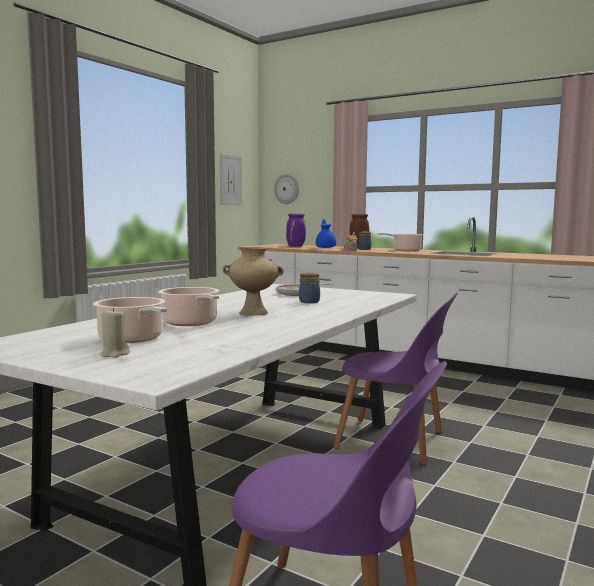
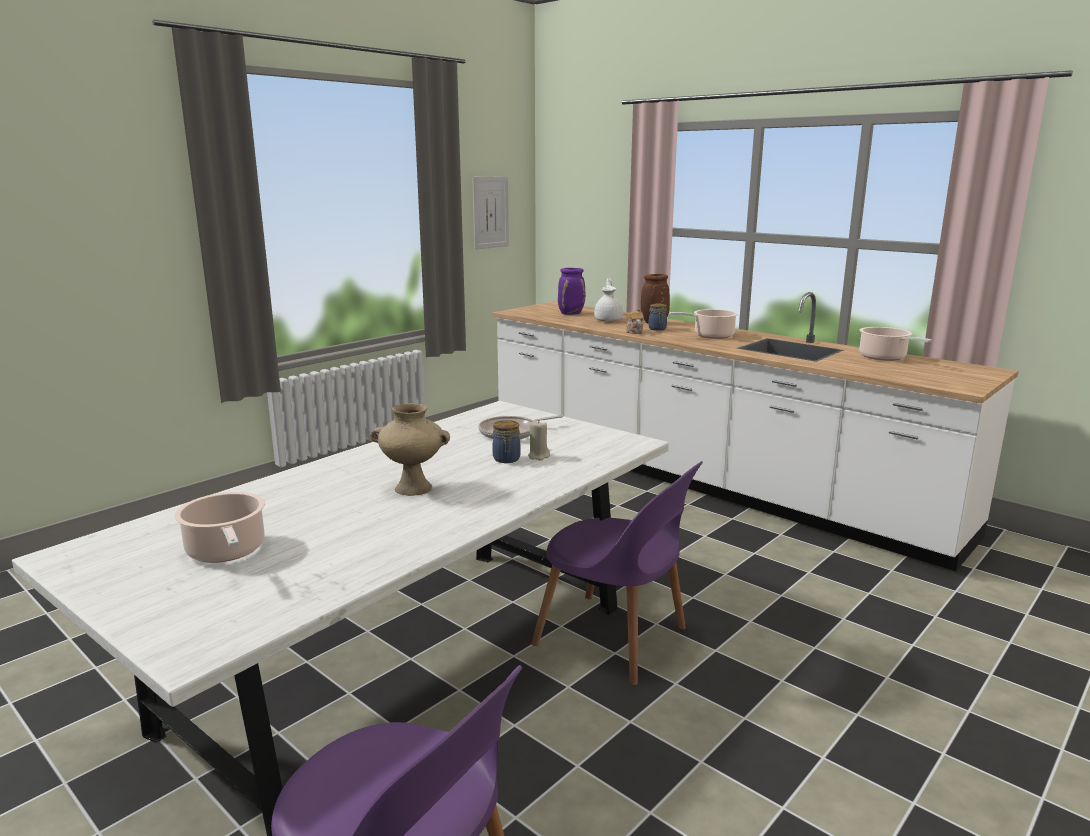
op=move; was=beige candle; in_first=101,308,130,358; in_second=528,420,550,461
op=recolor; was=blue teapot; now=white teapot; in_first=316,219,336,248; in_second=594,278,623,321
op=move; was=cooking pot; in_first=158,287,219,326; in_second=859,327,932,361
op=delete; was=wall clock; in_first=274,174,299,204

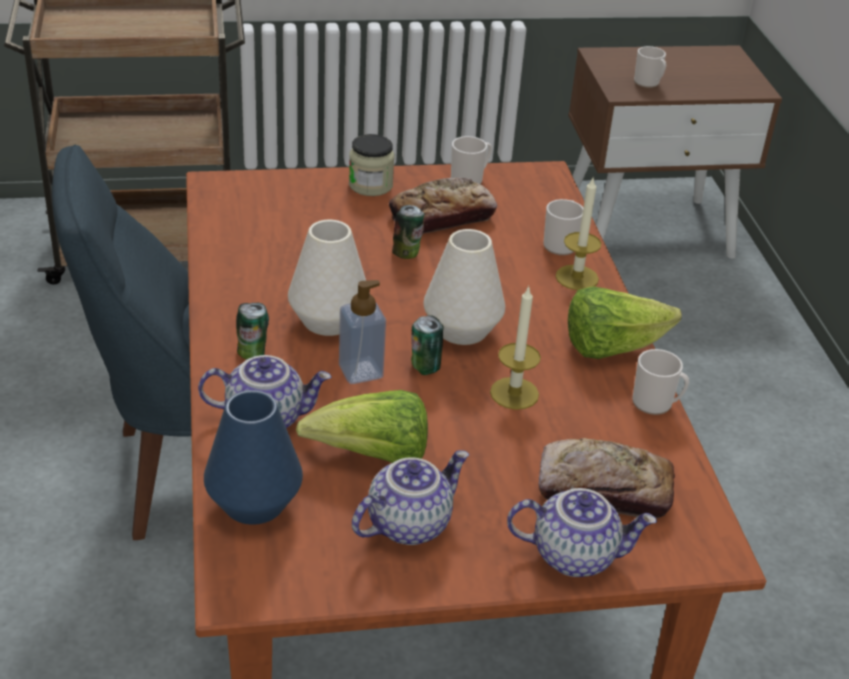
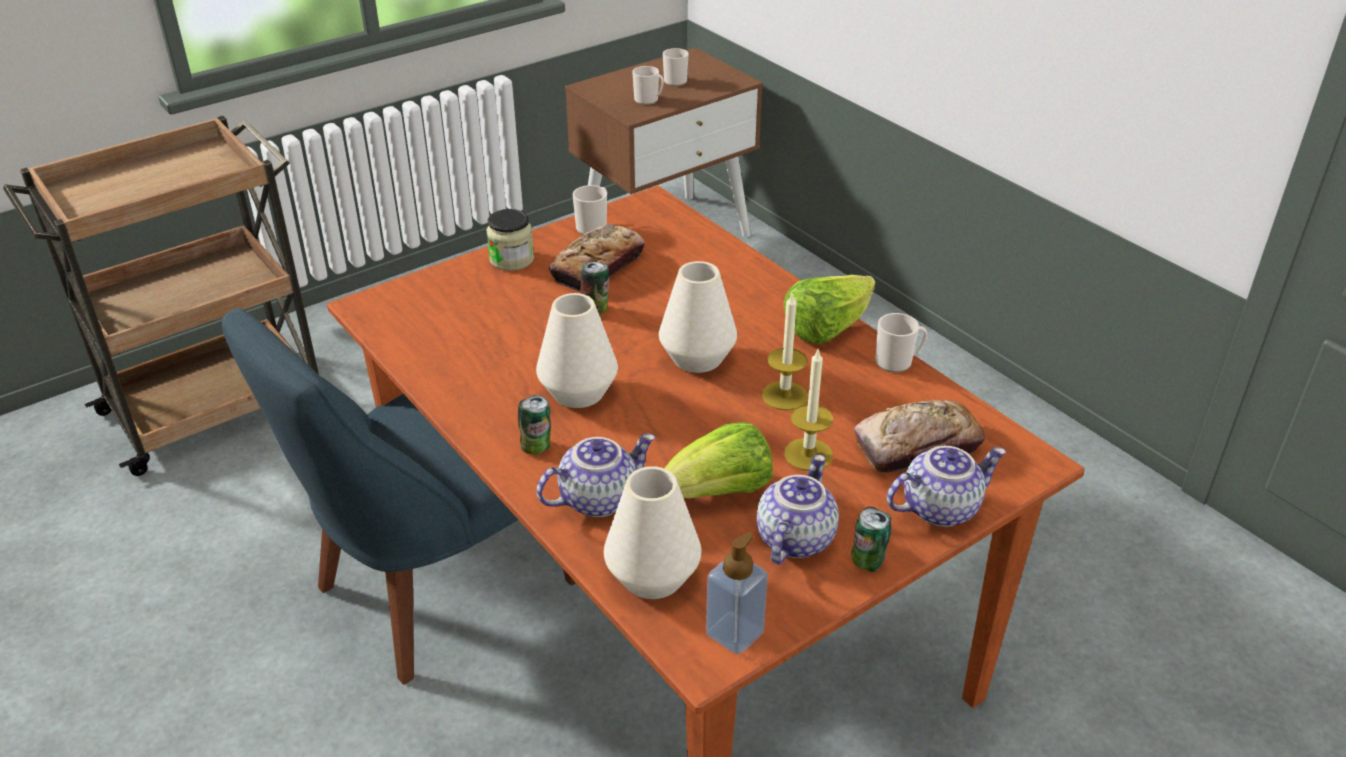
op=recolor; was=blue vase; now=white vase; in_first=204,390,303,525; in_second=604,466,701,599
op=move; was=mug; in_first=543,199,583,255; in_second=663,48,689,86
op=move; was=soap dispenser; in_first=339,280,386,384; in_second=706,532,768,655
op=move; was=candle; in_first=556,176,602,290; in_second=784,348,833,471
op=move; was=can; in_first=411,315,444,375; in_second=851,507,891,572

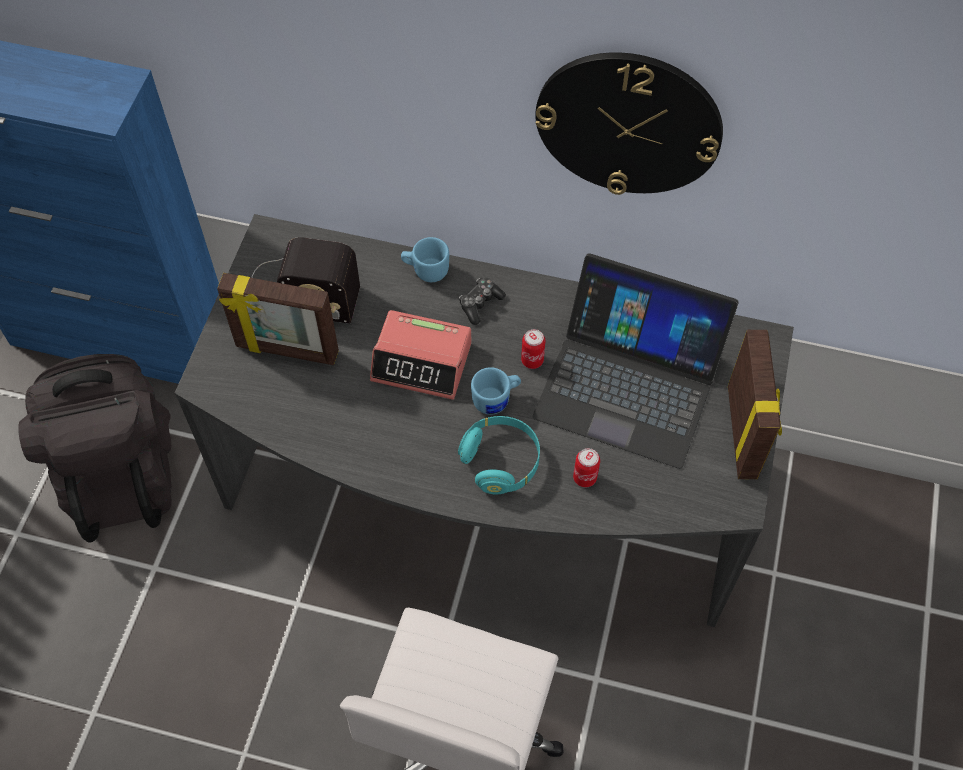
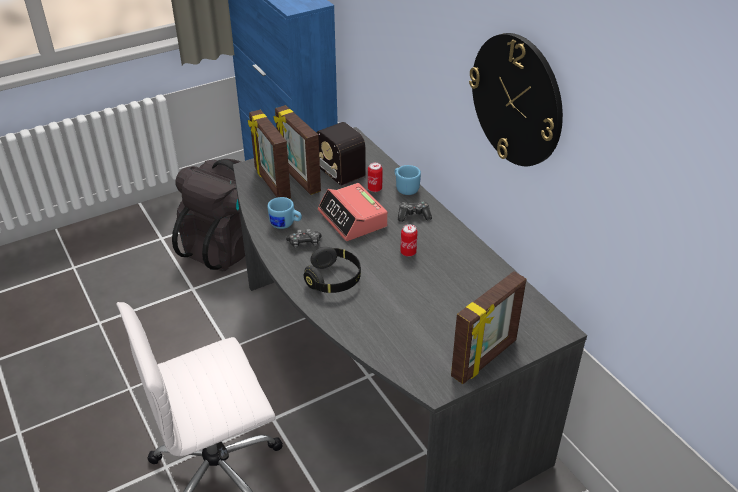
op=insert; now=picture frame; in_second=248,110,291,199
op=move; was=blue mug; in_first=471,367,521,415; in_second=267,197,302,229
op=insert; now=game controller; in_second=286,229,322,248
op=recolor; was=turquoise headphones; now=black headphones; in_first=458,416,540,494; in_second=304,247,361,293
op=move; was=can; in_first=573,448,600,487; in_second=368,162,383,192
op=delete; was=laptop; in_first=532,253,739,469

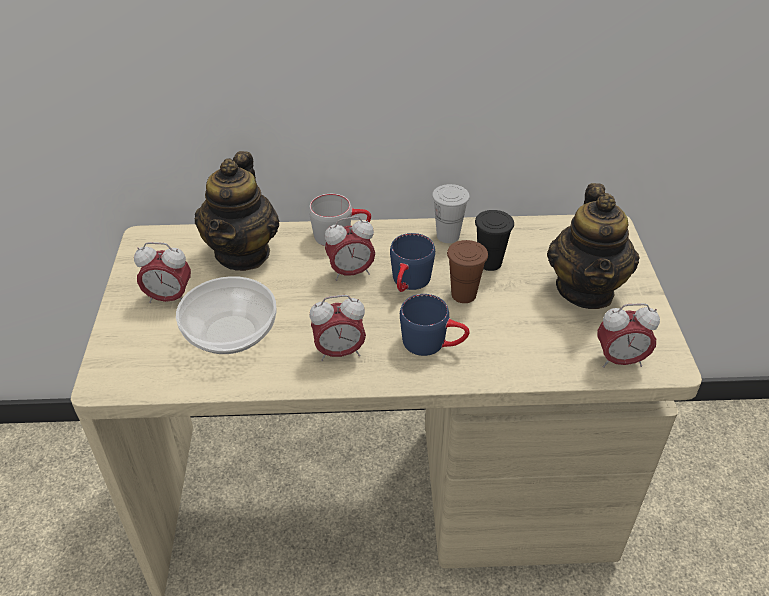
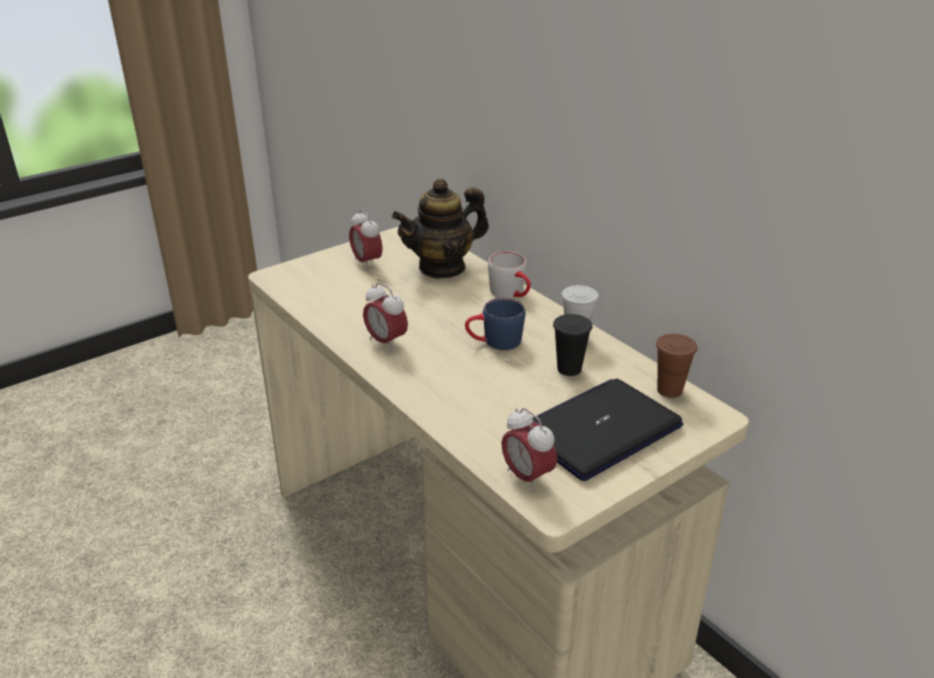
op=replace; was=teapot; now=laptop; in_first=547,183,640,309; in_second=532,378,683,481
op=move; was=brown cup; in_first=447,240,488,303; in_second=656,334,697,398
op=delete; was=bowl; in_first=176,276,277,354
op=delete; was=alarm clock; in_first=325,216,375,281
op=delete; was=blue mug; in_first=400,294,469,356

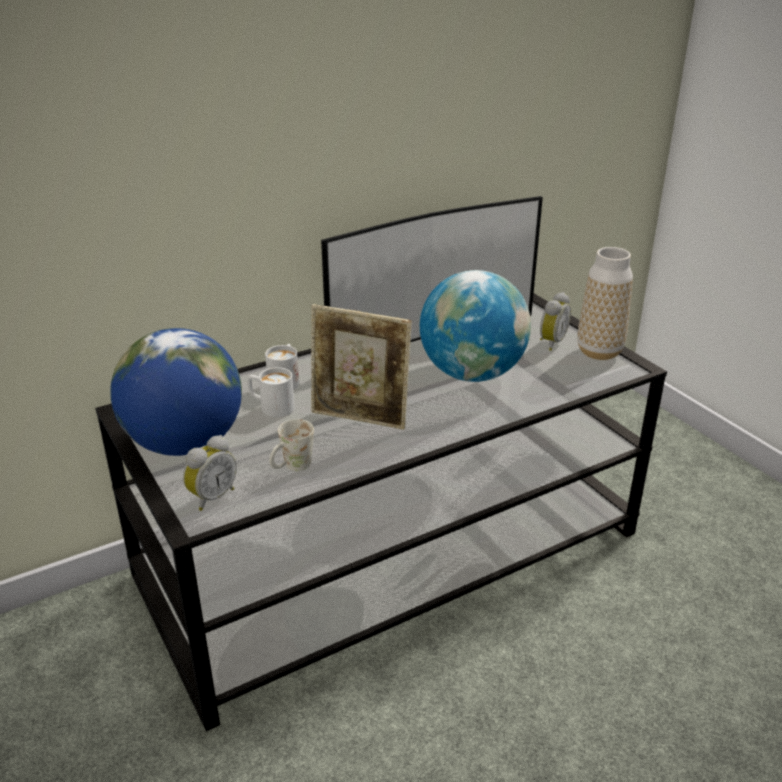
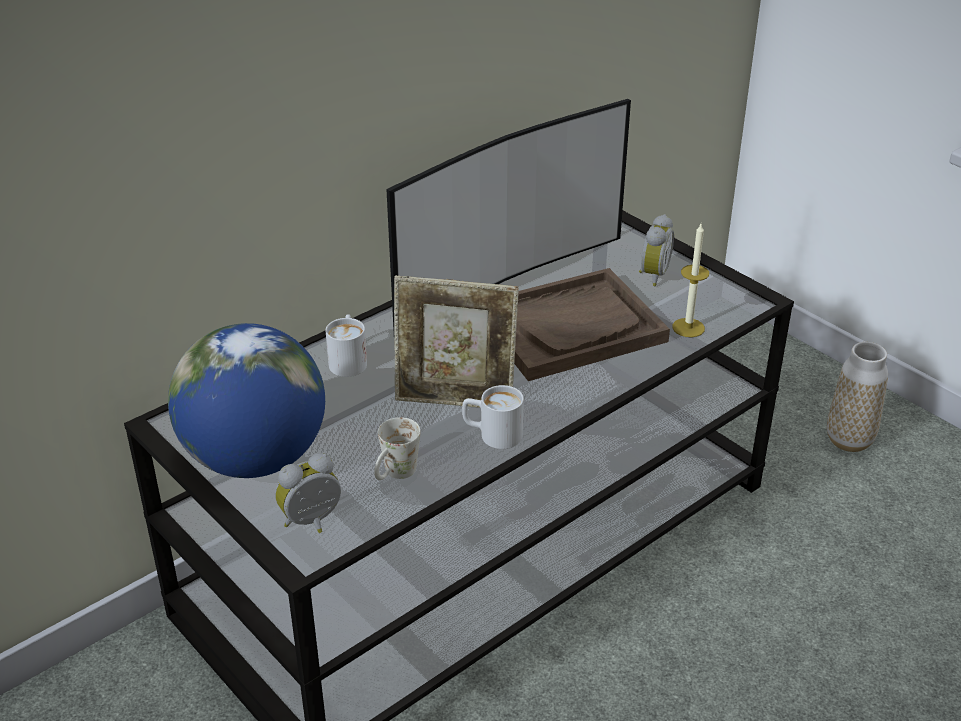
op=rotate; was=alarm clock; in_first=183,435,237,511; in_second=275,453,341,533; clockwise=-150
op=move; was=white mug; in_first=248,367,294,417; in_second=462,385,524,449
op=replace; was=globe; now=brown tray; in_first=420,270,531,382; in_second=514,268,670,381
op=insert; now=candle; in_second=672,224,709,337
op=move; was=vase; in_first=577,247,633,360; in_second=827,342,888,452

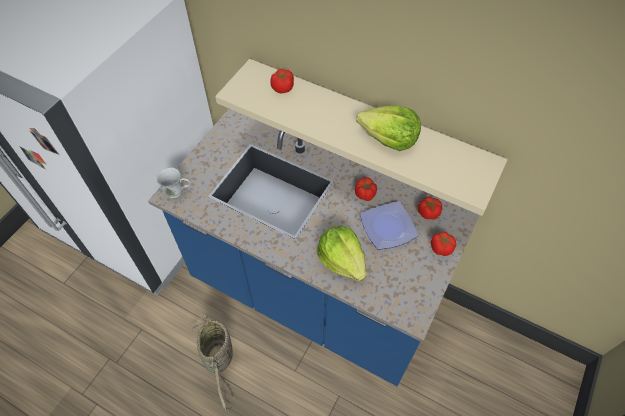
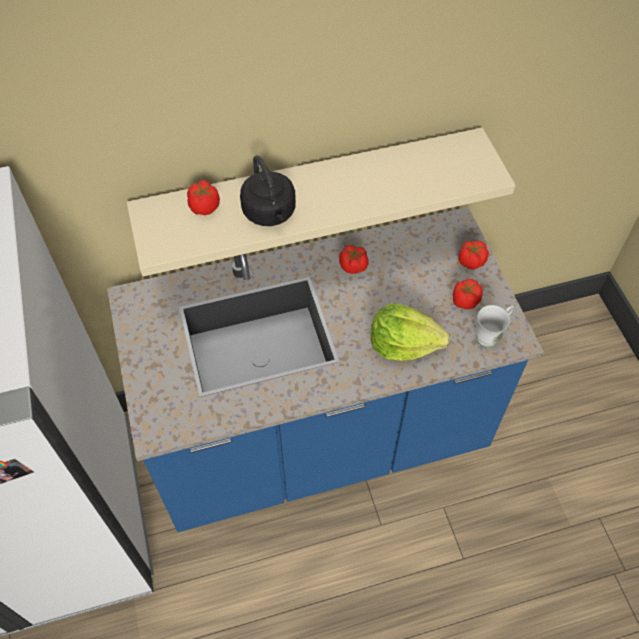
op=insert; now=black kettle; in_second=240,155,296,226
op=move; was=tomato; in_first=418,197,442,219; in_second=453,279,483,309
op=move; was=white mug; in_first=156,167,190,199; in_second=476,305,514,348
op=delete; was=basket; in_first=190,314,234,411
op=delete; was=lettuce; in_first=356,106,421,151
op=delete; was=plate; in_first=360,201,418,250

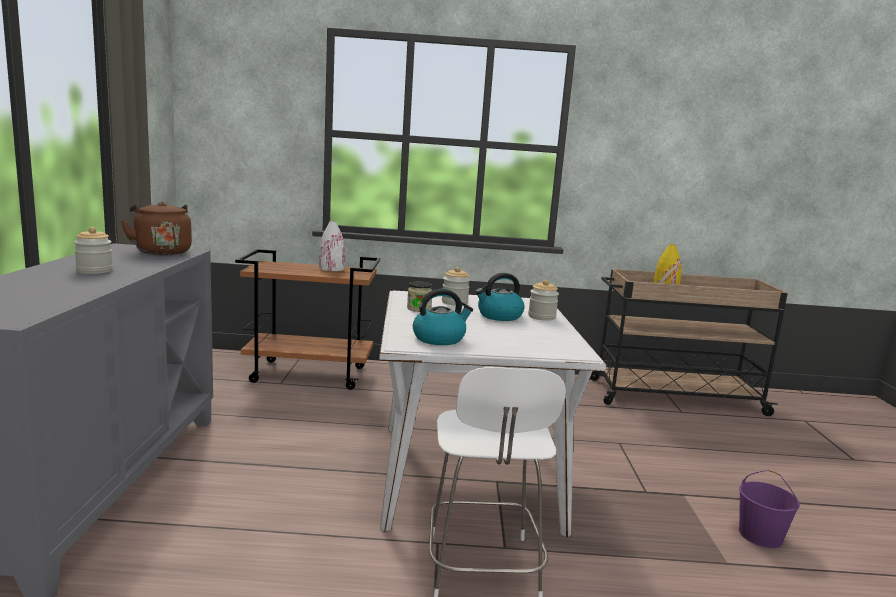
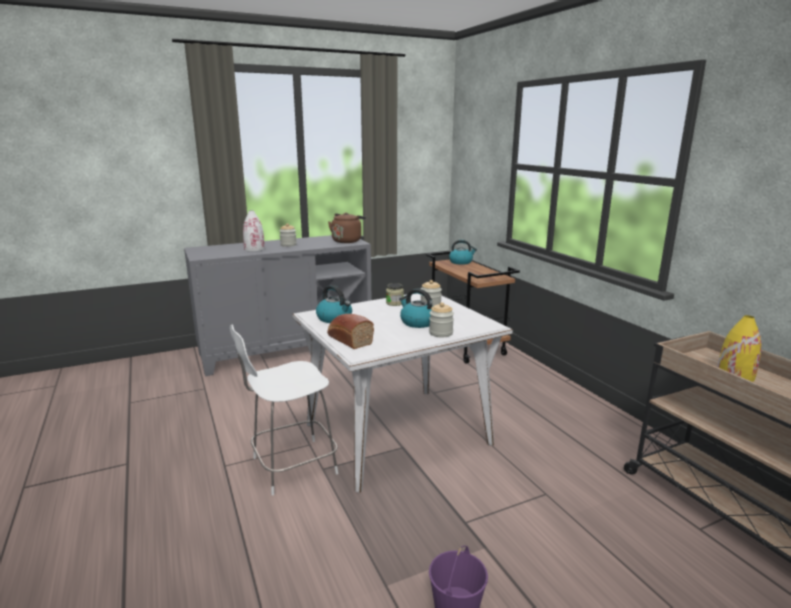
op=move; was=white vase; in_first=319,221,345,271; in_second=243,210,265,252
op=insert; now=bread; in_second=327,314,374,349
op=insert; now=kettle; in_second=449,240,477,265

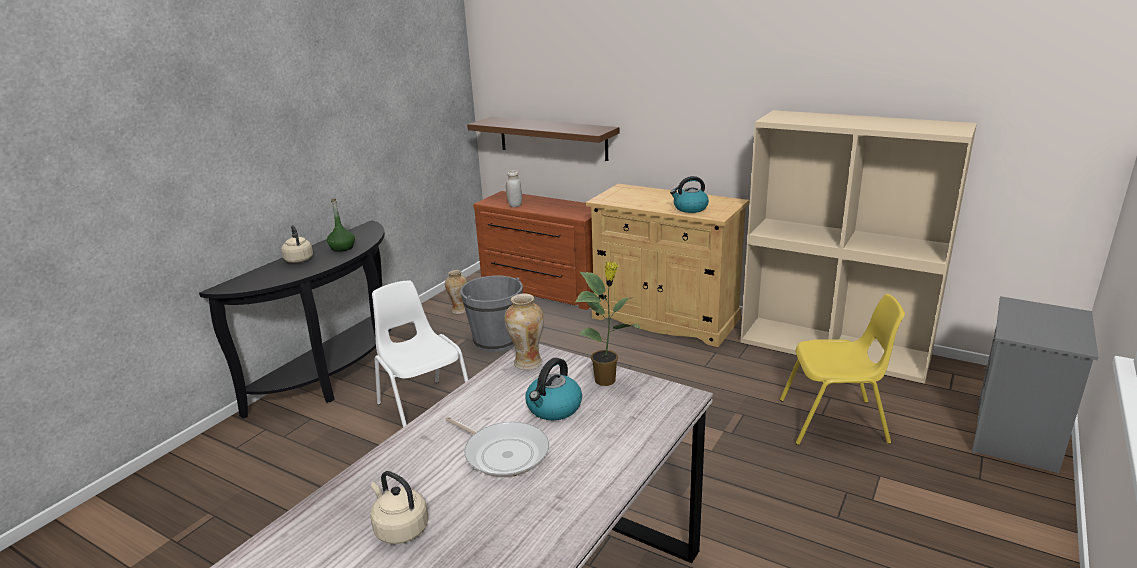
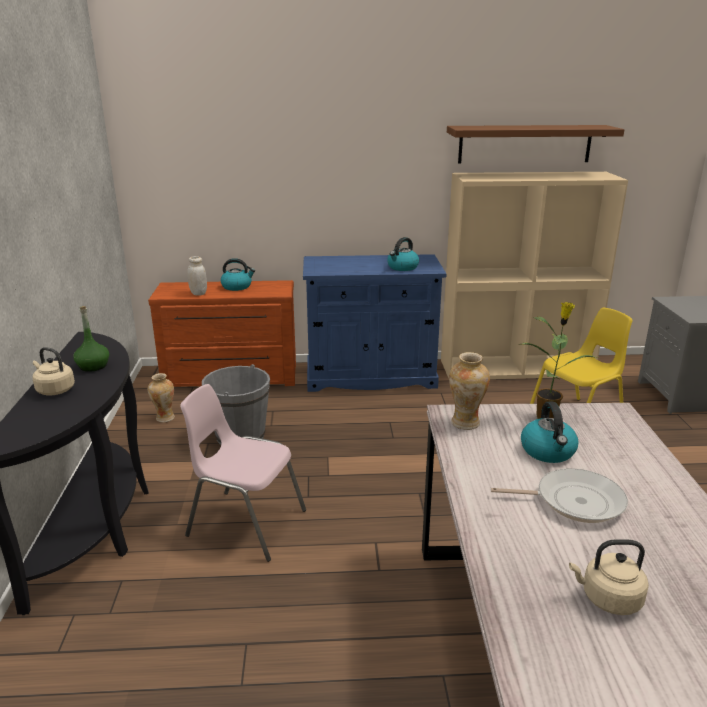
op=recolor; was=white chair; now=pink chair; in_first=372,280,468,427; in_second=180,384,306,562
op=insert; now=kettle; in_second=221,258,255,291
op=recolor; was=beige cabinet; now=blue cabinet; in_first=586,184,749,347; in_second=303,254,446,392
op=move; was=brown shelf; in_first=467,117,620,161; in_second=447,125,624,163

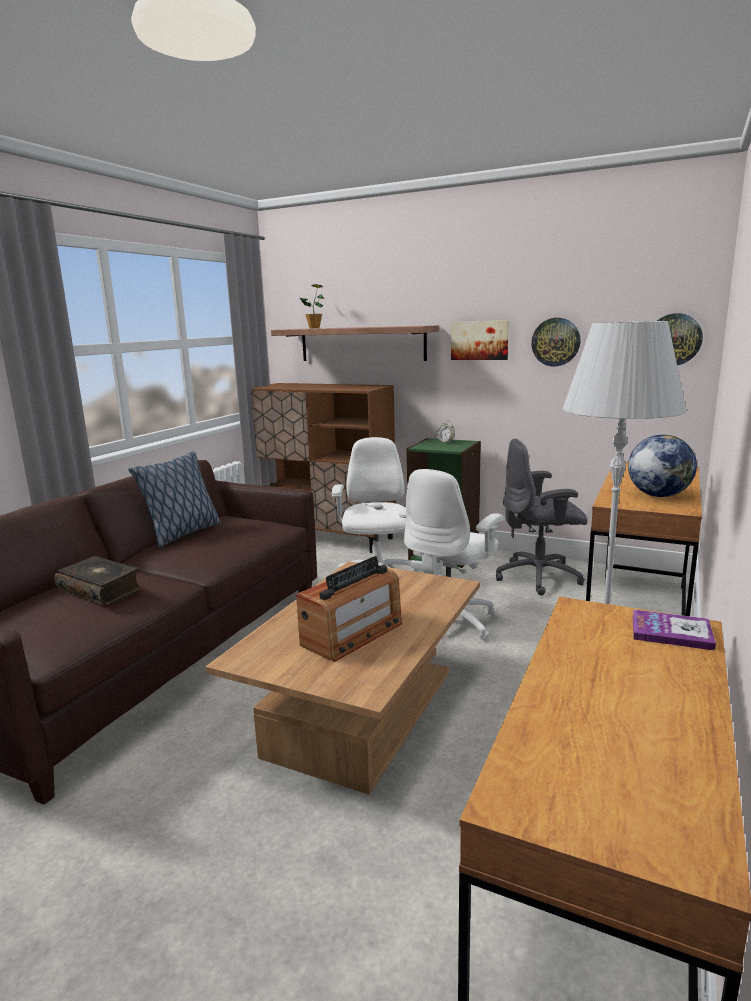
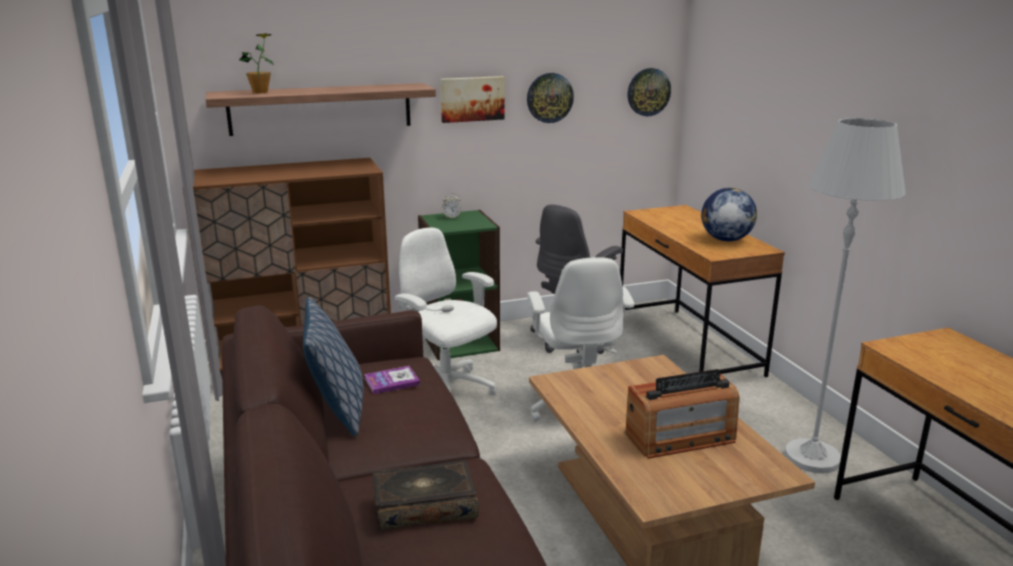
op=move; was=book; in_first=633,610,716,651; in_second=364,366,420,394
op=rotate; was=radio; in_first=296,556,402,662; in_second=625,369,740,459; clockwise=75

